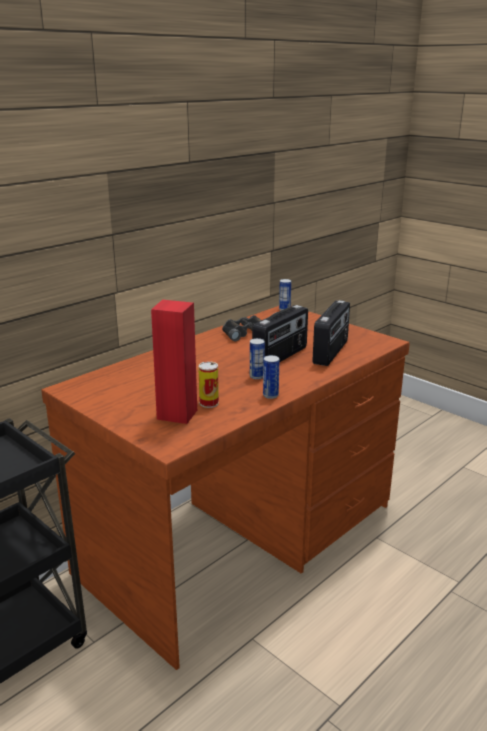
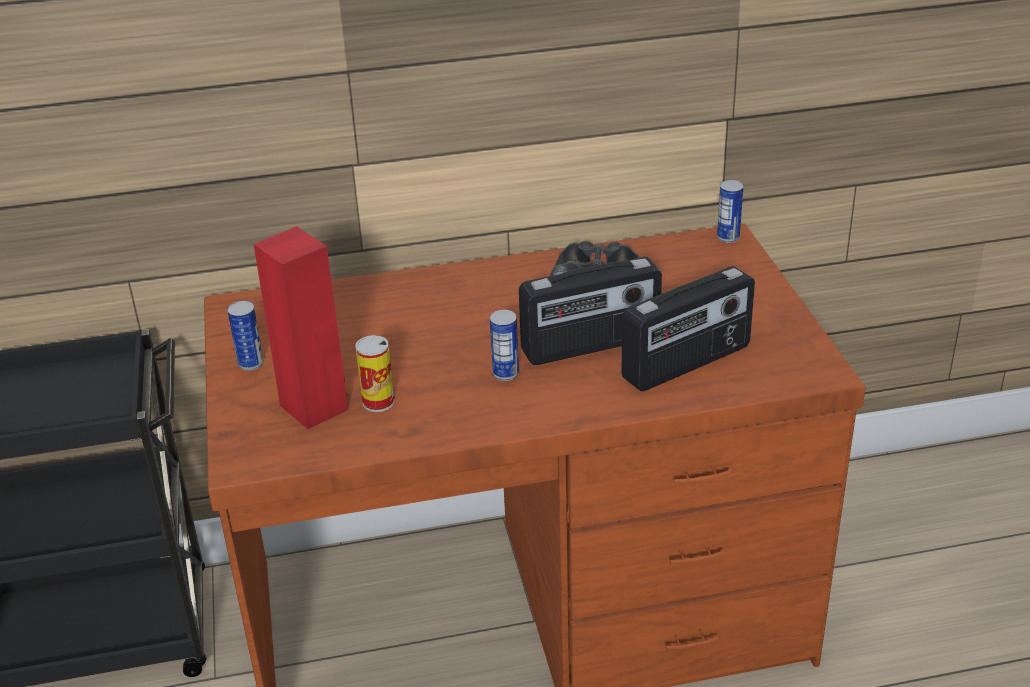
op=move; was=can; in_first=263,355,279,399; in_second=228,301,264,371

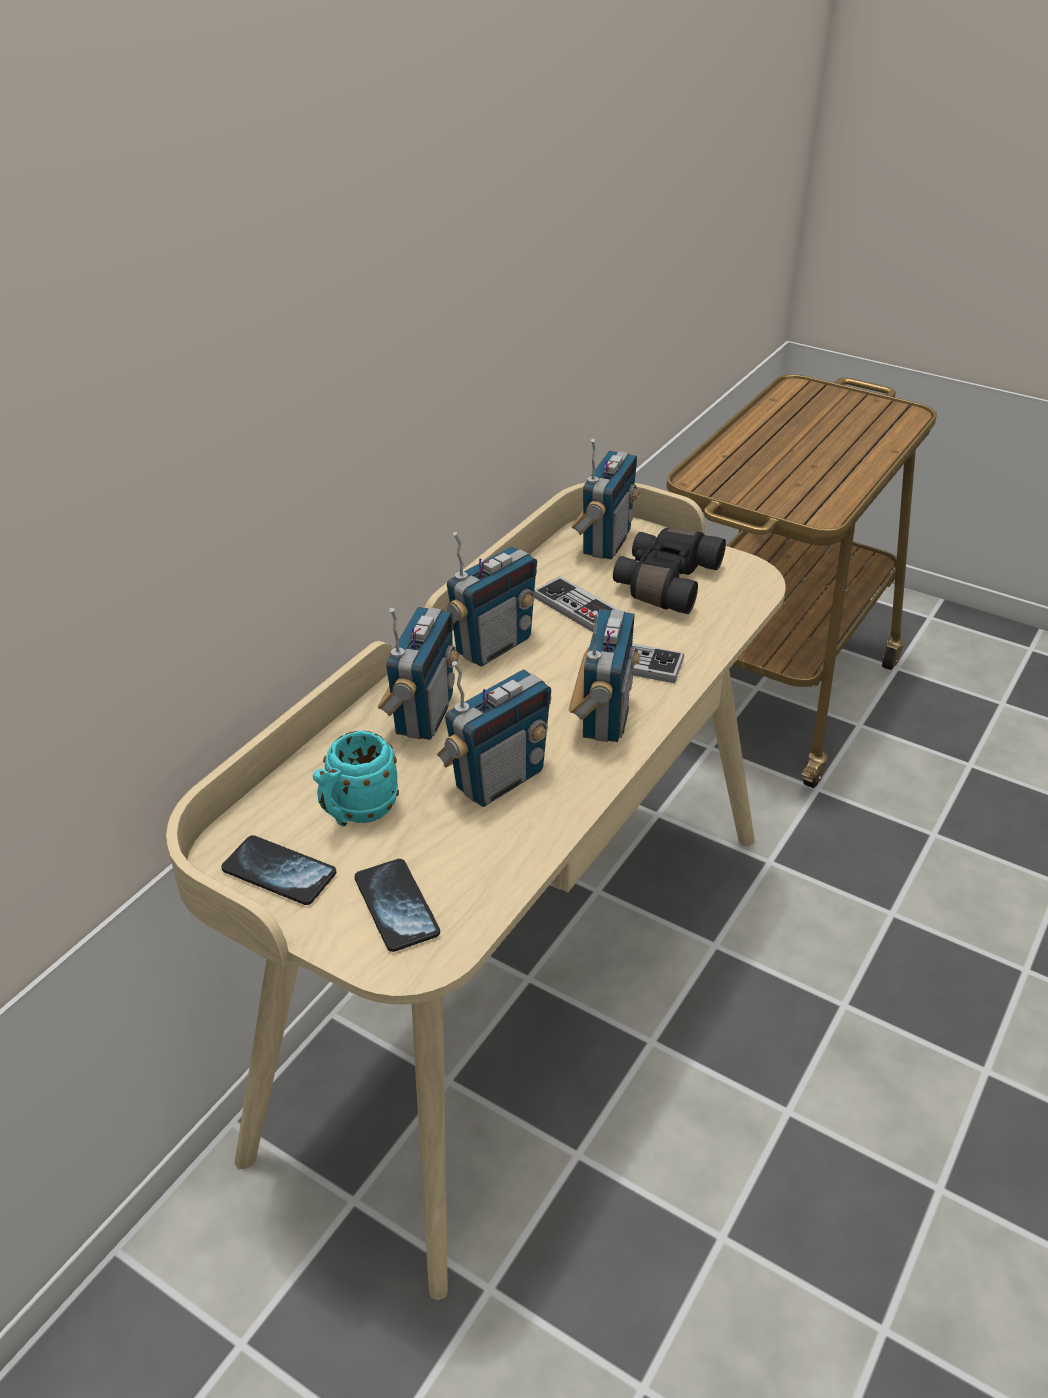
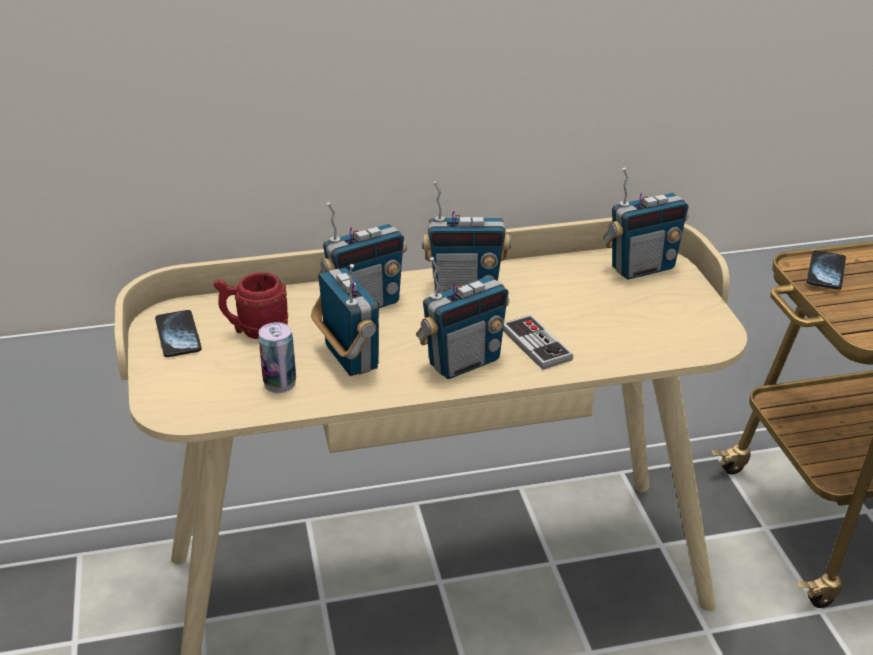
op=recolor; was=turquoise mug; now=red mug; in_first=313,730,399,827; in_second=214,272,288,339
op=insert; now=can; in_second=258,322,296,393
op=rotate; was=radio; in_first=437,661,551,807; in_second=311,264,379,376; clockwise=-120
op=move; was=phone; in_first=354,859,440,952; in_second=807,250,846,290
op=delete; was=game controller; in_first=534,576,621,632
op=delete; was=black binoculars; in_first=613,528,726,614

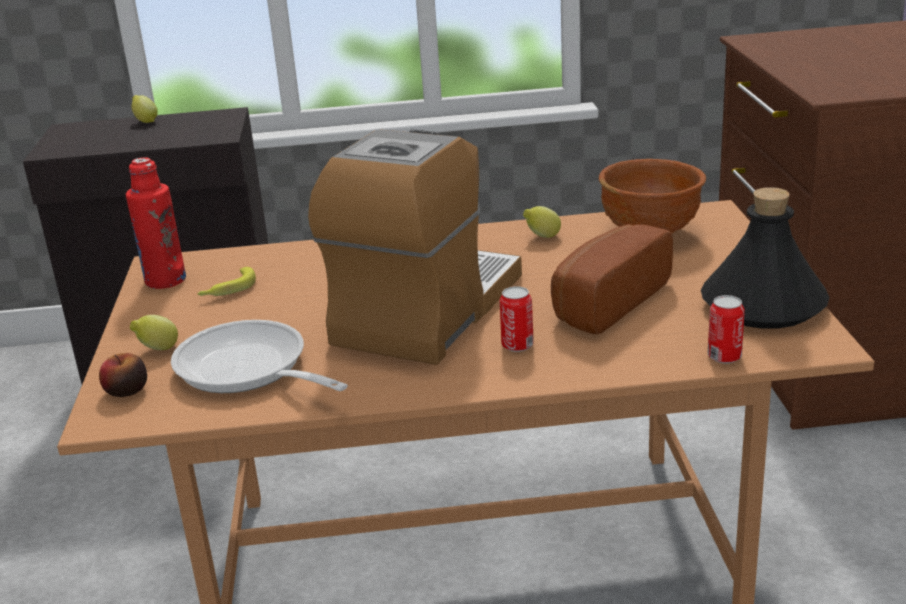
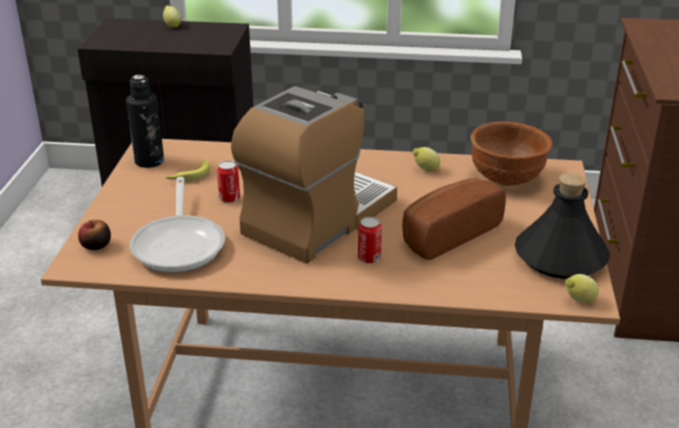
op=recolor; was=red bottle; now=black bottle; in_first=126,157,186,289; in_second=126,75,164,168
op=rotate; was=frying pan; in_first=171,320,348,393; in_second=130,177,225,272; clockwise=-150
op=move; was=can; in_first=708,295,745,363; in_second=217,160,240,203
op=move; was=lemon; in_first=130,315,178,350; in_second=565,274,599,303

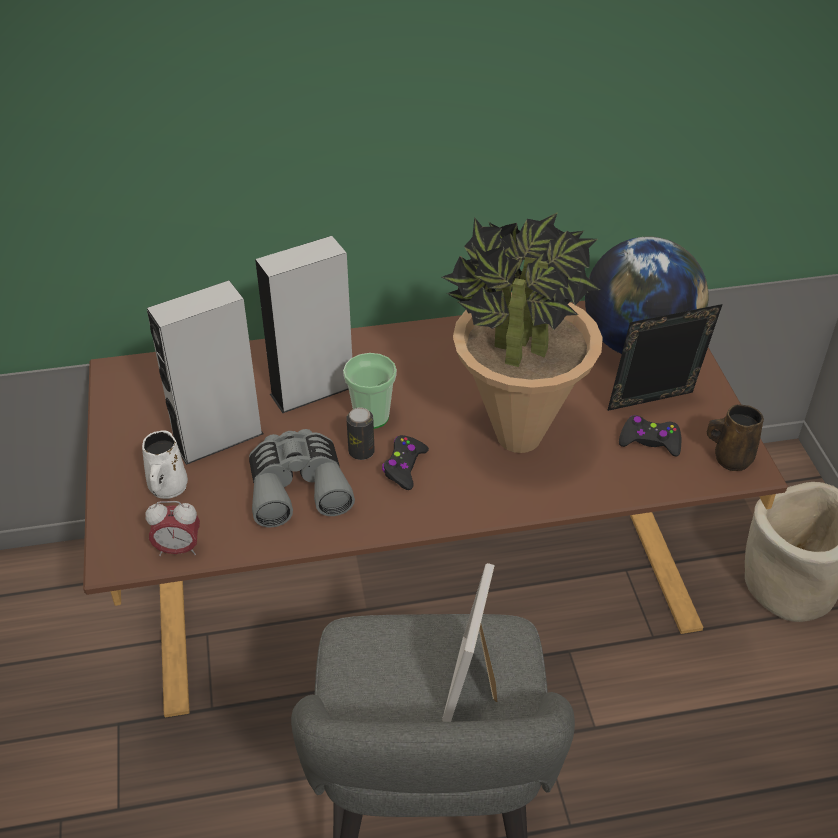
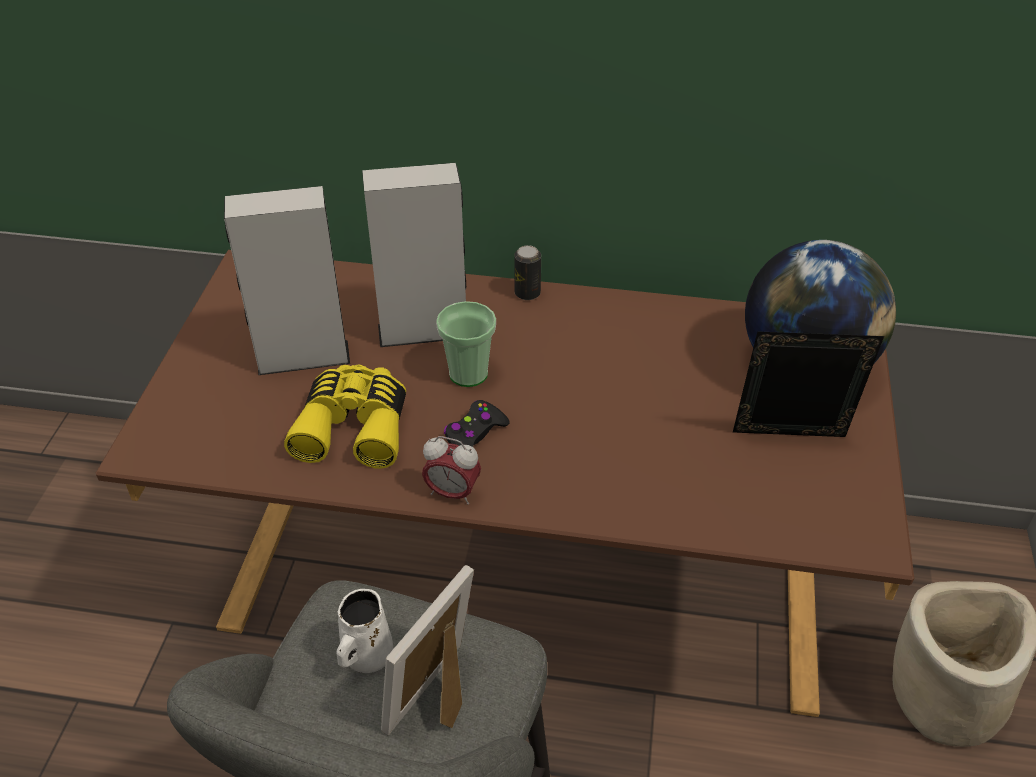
op=recolor; was=grey binoculars; now=yellow binoculars; in_first=249,429,355,528; in_second=284,364,406,469
op=move; was=white mug; in_first=142,430,188,499; in_second=336,589,393,673
op=move; was=alarm clock; in_first=145,501,200,556; in_second=422,436,481,505
op=move; was=can; in_first=346,407,375,460; in_second=514,245,541,300
op=delete; was=potted plant; in_first=442,212,603,453
op=delete; was=black game controller; in_first=619,415,681,456
op=delete; was=brown mug; in_first=707,405,764,471

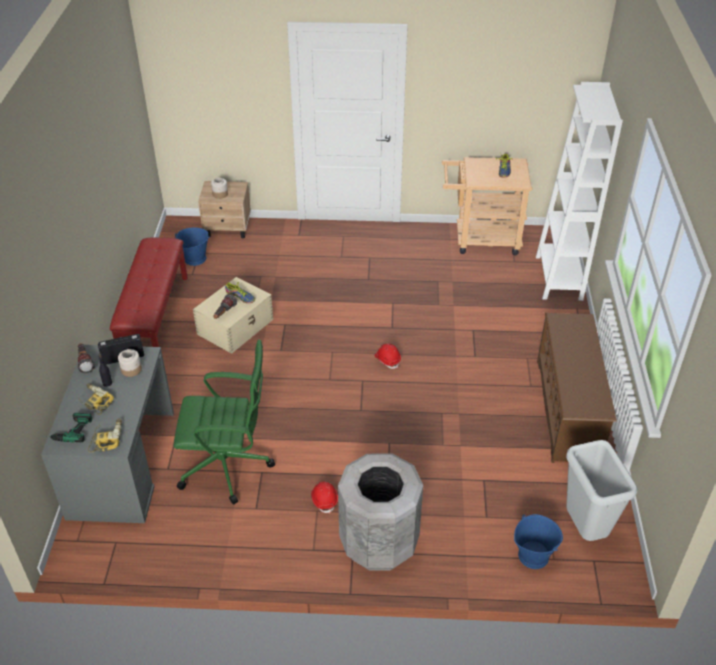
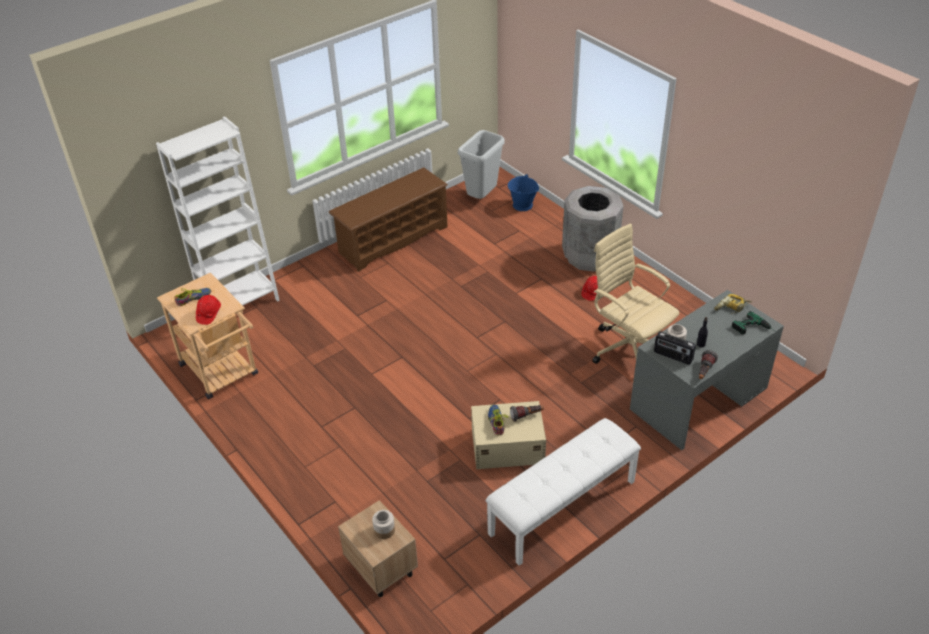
op=move; was=red hard hat; in_first=374,343,401,369; in_second=196,295,221,325
op=recolor; was=red bench; now=white bench; in_first=110,238,188,347; in_second=486,418,641,566
op=recolor; was=green office chair; now=beige office chair; in_first=173,339,275,504; in_second=592,224,680,364
op=delete; was=power drill; in_first=78,383,114,415
op=delete; was=blue bucket; in_first=175,228,210,266

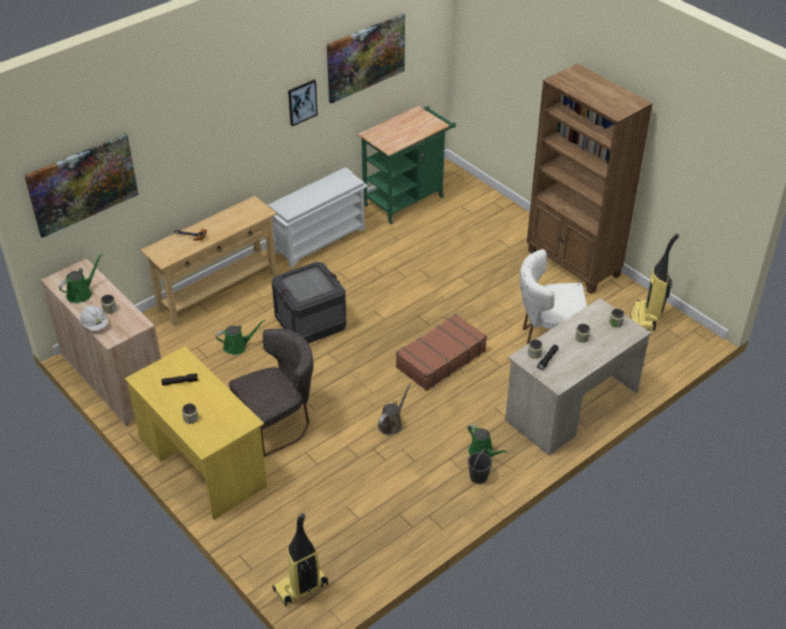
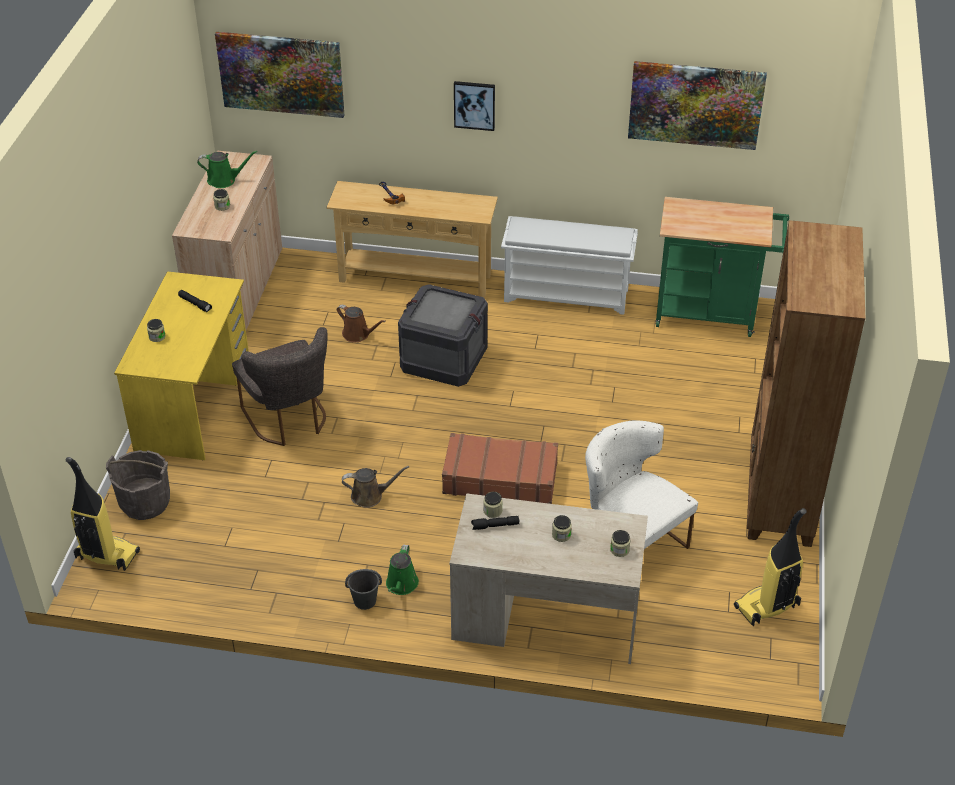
op=insert; now=grey bucket; in_second=106,450,170,520
op=rotate; was=grey chair; in_first=229,329,314,457; in_second=232,327,328,446; clockwise=45
op=recolor; was=green watering can; now=brown watering can; in_first=216,320,265,355; in_second=337,305,386,342
op=move; was=picture; in_first=288,80,318,126; in_second=454,81,495,131
op=delete; was=white hard hat; in_first=80,305,108,331

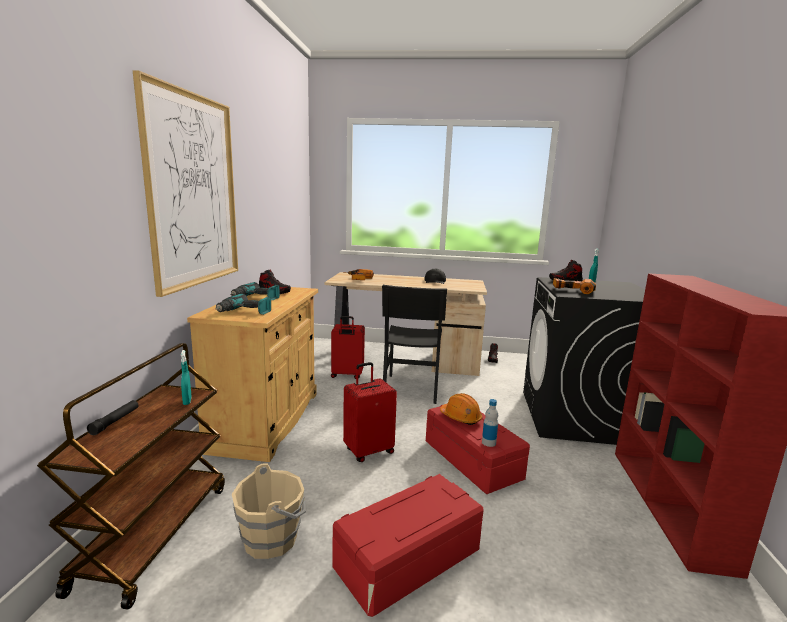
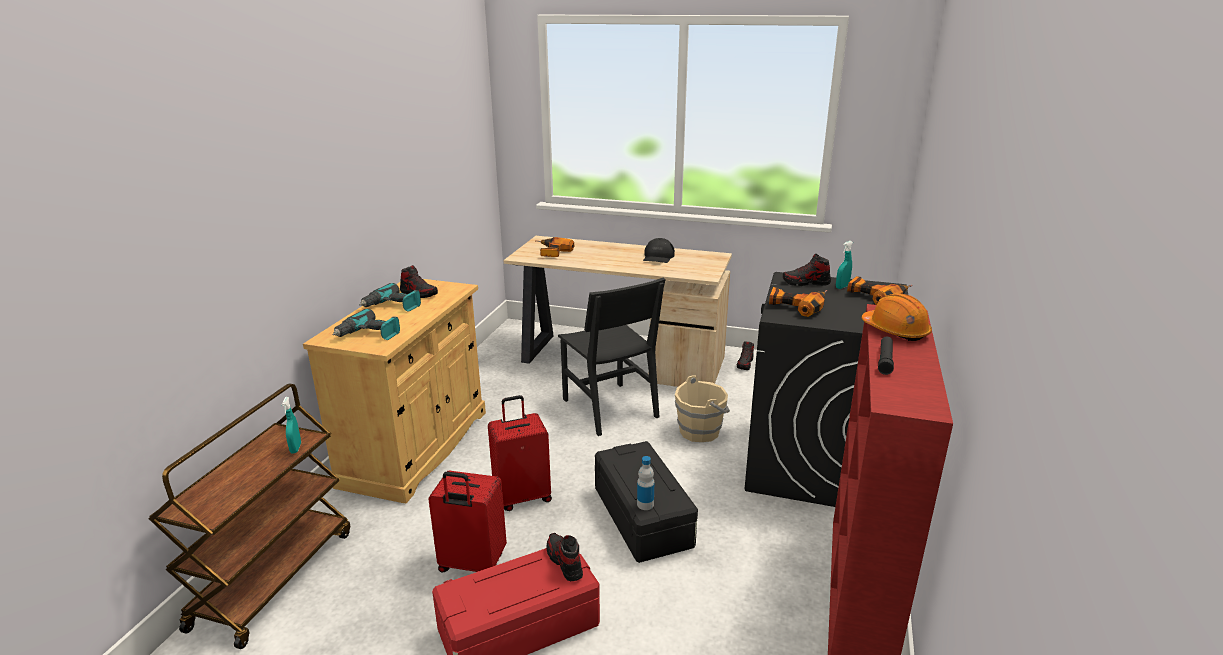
op=move; was=red suitcase; in_first=331,316,365,379; in_second=428,471,507,572
op=insert; now=shoe; in_second=546,533,583,581
op=rotate; was=black chair; in_first=382,285,447,404; in_second=558,278,666,436; clockwise=-45
op=recolor; was=red storage box; now=black storage box; in_first=426,405,530,494; in_second=595,441,698,563
op=move; was=beige bucket; in_first=232,464,306,559; in_second=675,375,730,442
op=insert; now=power drill; in_second=847,276,912,305
op=move; was=orange hard hat; in_first=440,393,482,425; in_second=861,294,932,341
op=move; was=black flashlight; in_first=87,400,139,435; in_second=878,337,894,375
op=delete; was=picture; in_first=133,70,238,297

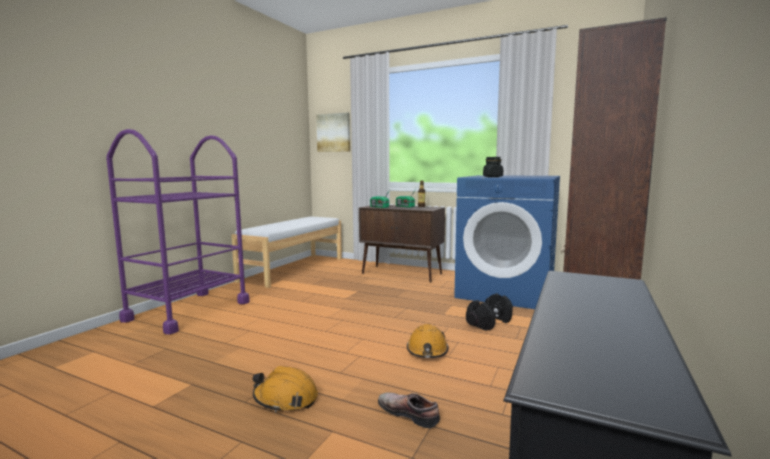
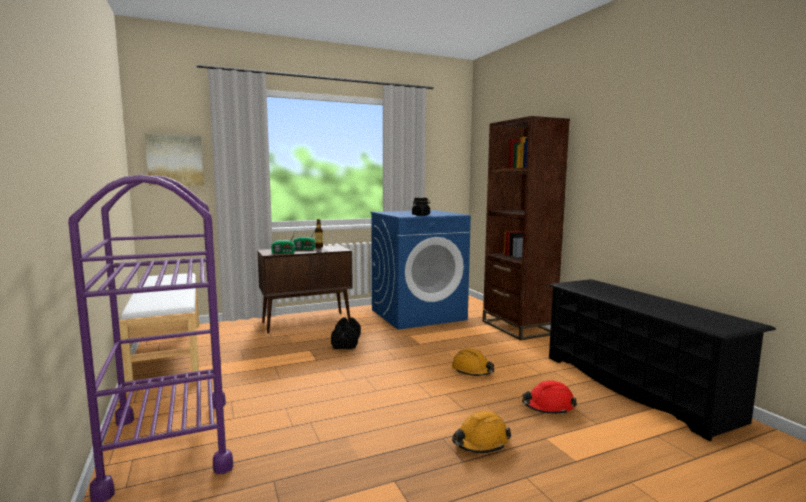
op=move; was=black dumbbell; in_first=466,293,513,331; in_second=331,317,361,349
op=replace; was=shoe; now=red hard hat; in_first=378,392,440,428; in_second=522,381,577,415

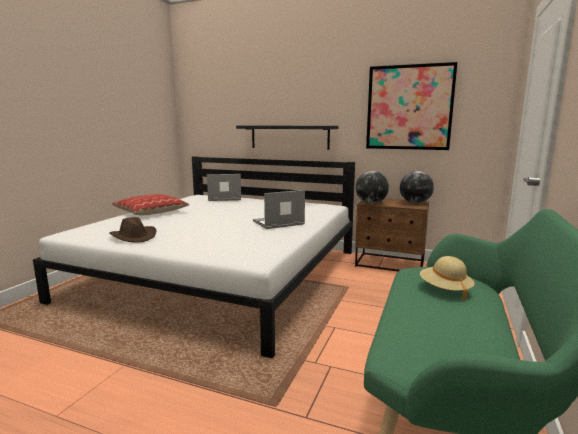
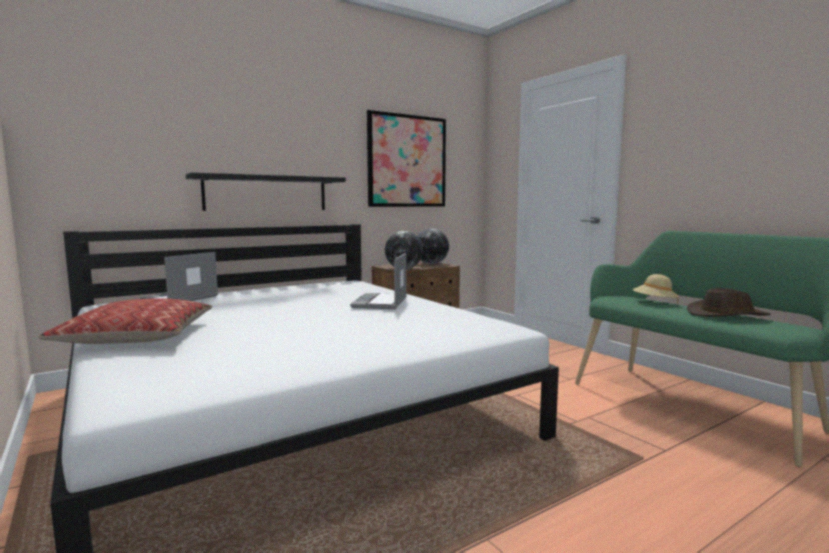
op=move; was=brown hat; in_first=109,217,157,243; in_second=687,288,771,317

